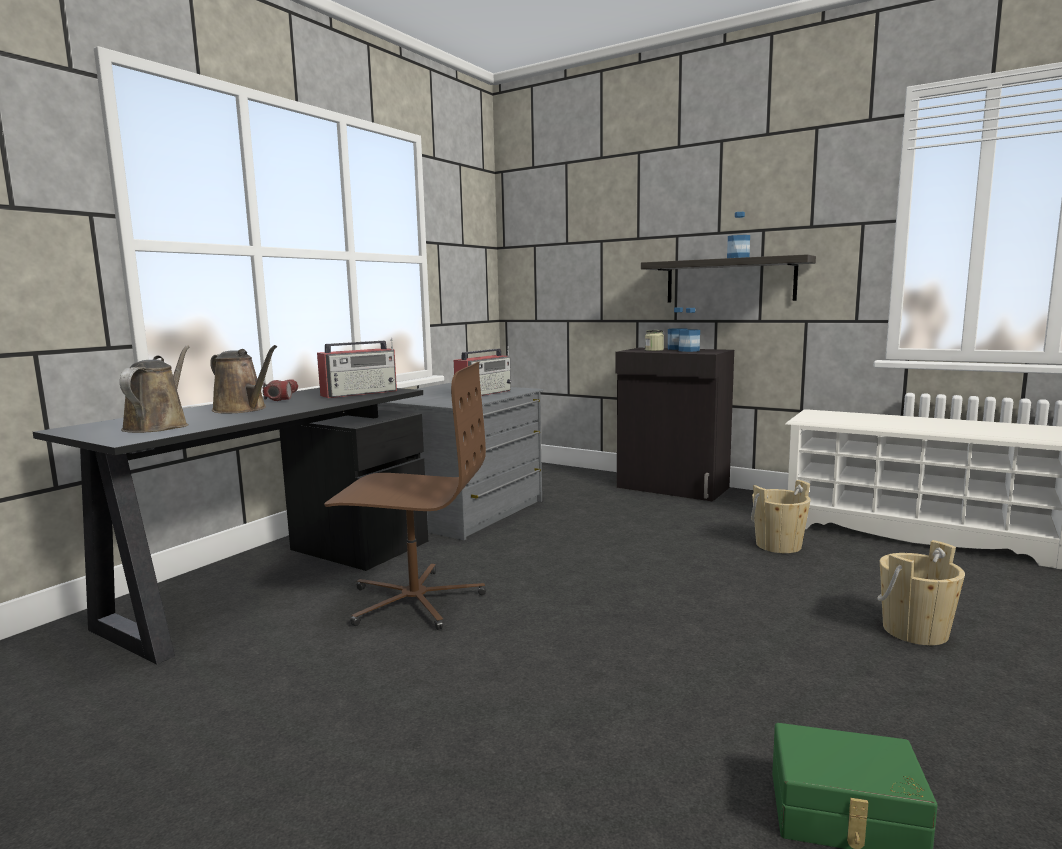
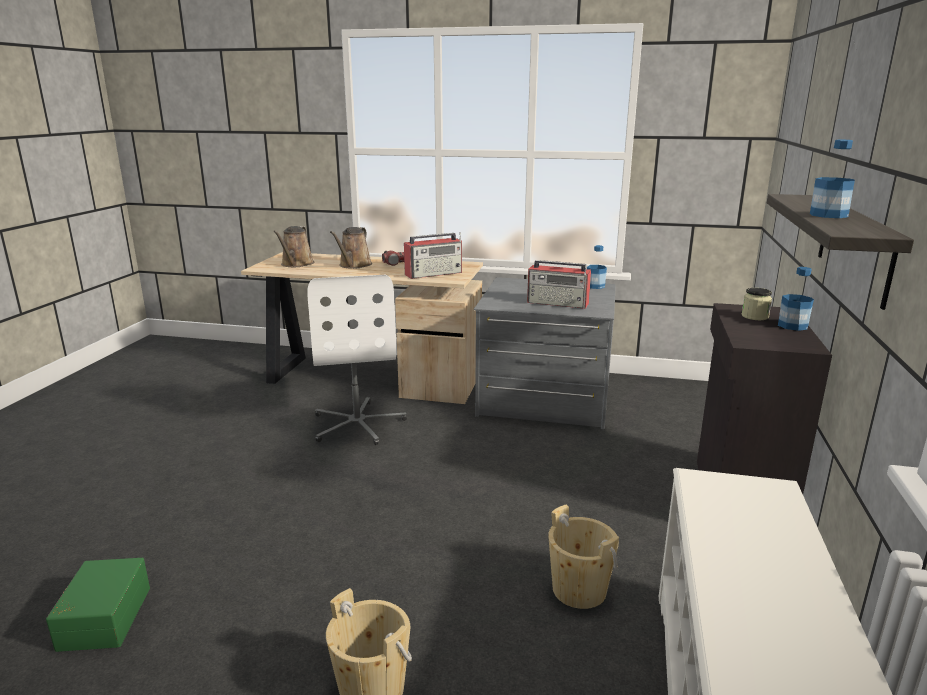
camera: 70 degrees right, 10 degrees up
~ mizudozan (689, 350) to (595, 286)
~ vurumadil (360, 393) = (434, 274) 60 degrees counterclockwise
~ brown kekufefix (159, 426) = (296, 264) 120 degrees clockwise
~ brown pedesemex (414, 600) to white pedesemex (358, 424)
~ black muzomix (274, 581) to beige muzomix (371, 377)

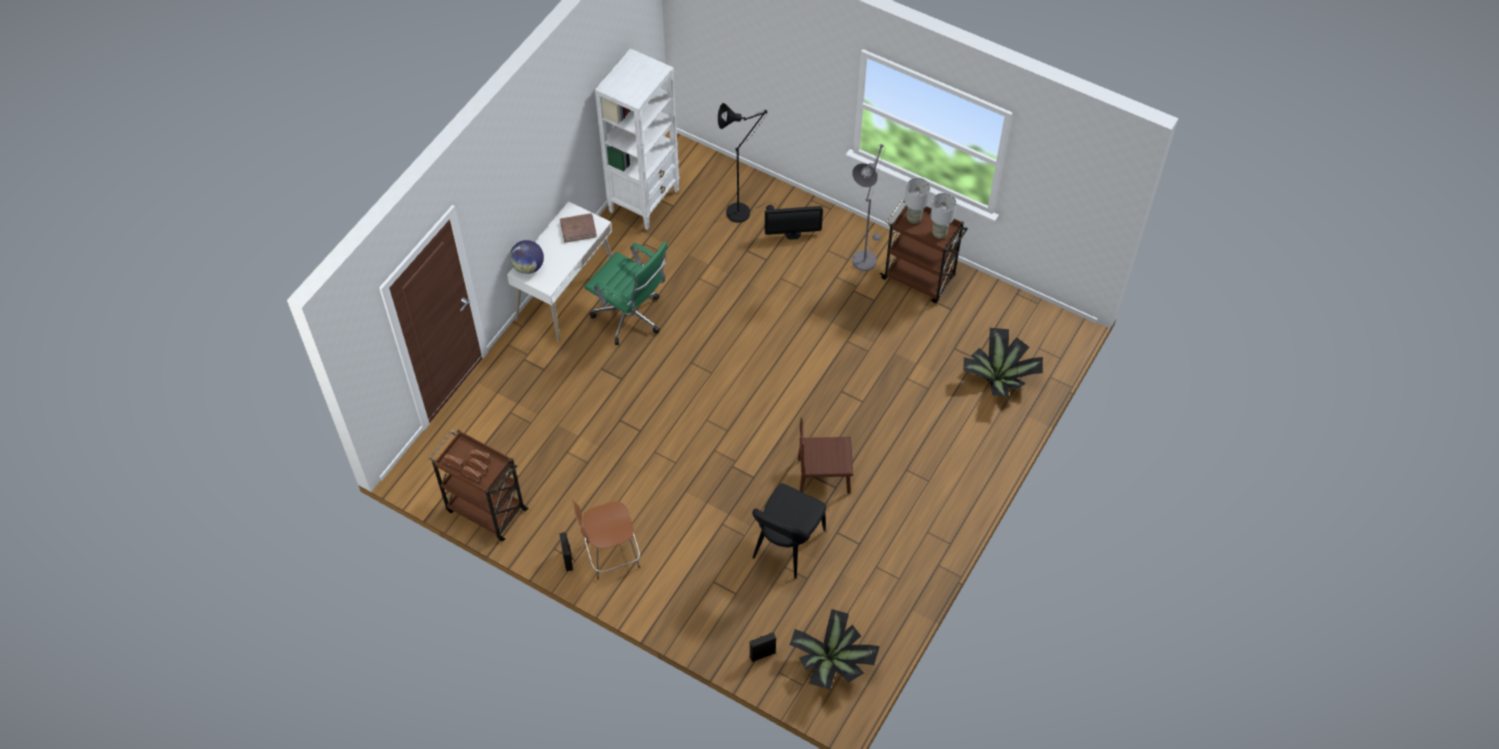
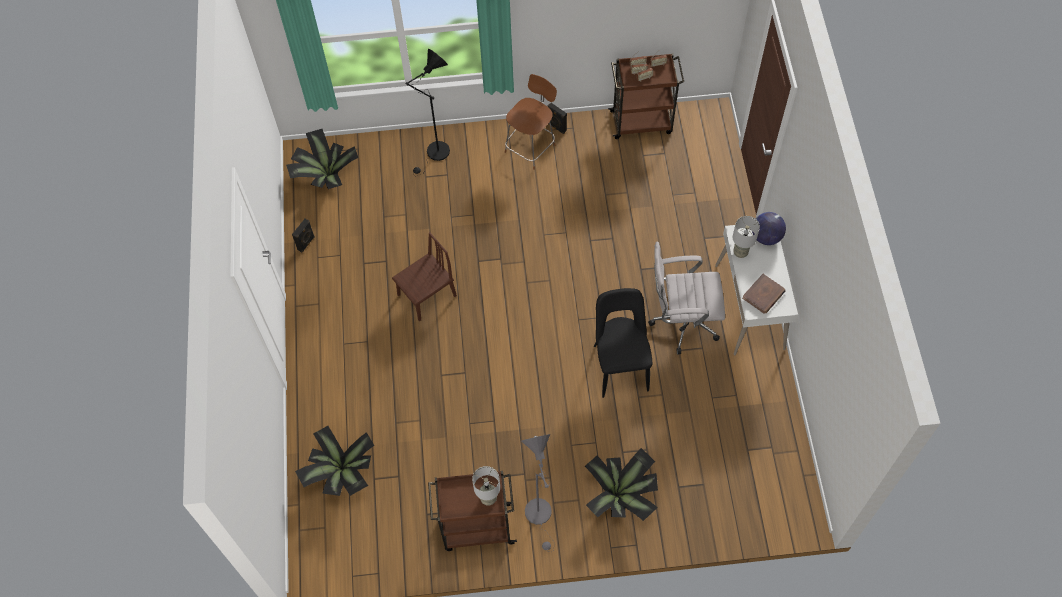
camera: 145 degrees right, 5 degrees up
- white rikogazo (644, 201)
~ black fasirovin (743, 211) to (435, 154)
~ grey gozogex (939, 234) to (740, 252)
~ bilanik (792, 234) to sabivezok (622, 495)
~ green pedesemex (631, 318) to white pedesemex (681, 322)
~ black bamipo (786, 547) to (620, 365)
~ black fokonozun (762, 654) to (306, 243)

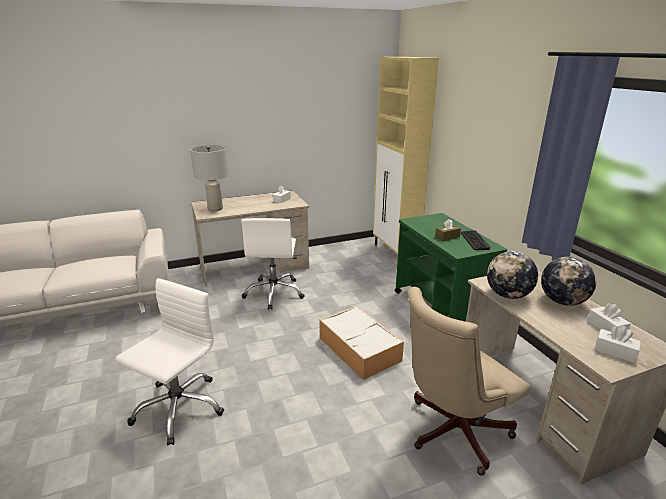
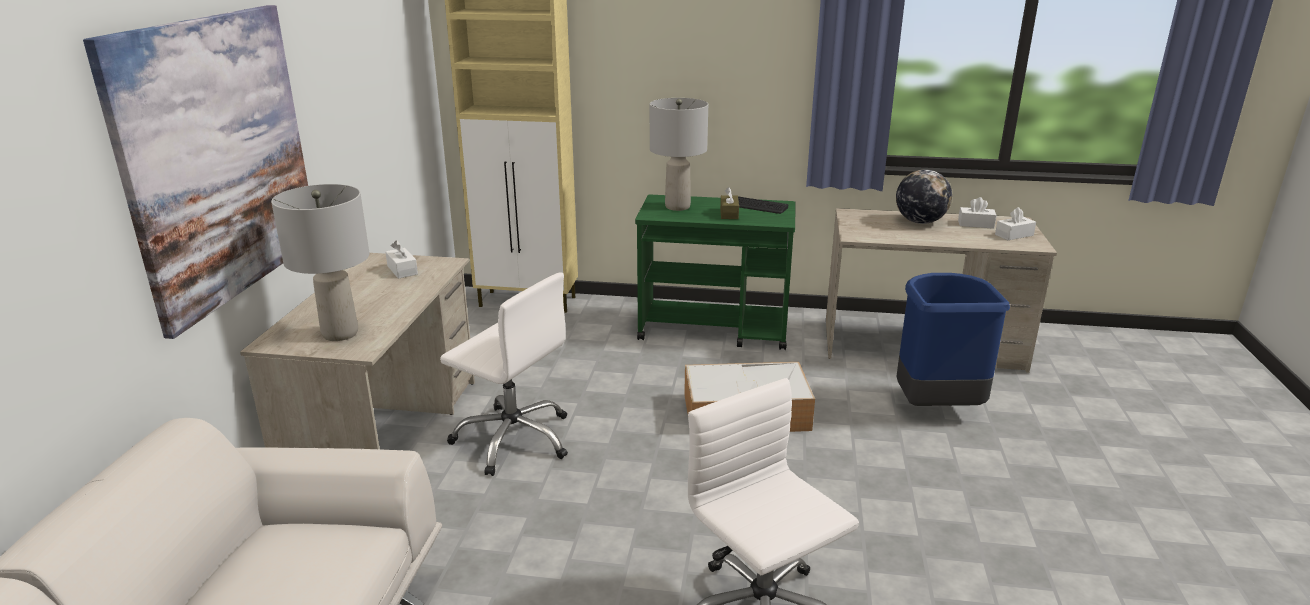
camera: 60 degrees left, 0 degrees up
- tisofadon (508, 295)
~ beige pedesemex (452, 432) to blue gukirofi (935, 407)
+ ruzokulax (219, 159)
+ grey gozogex (677, 206)

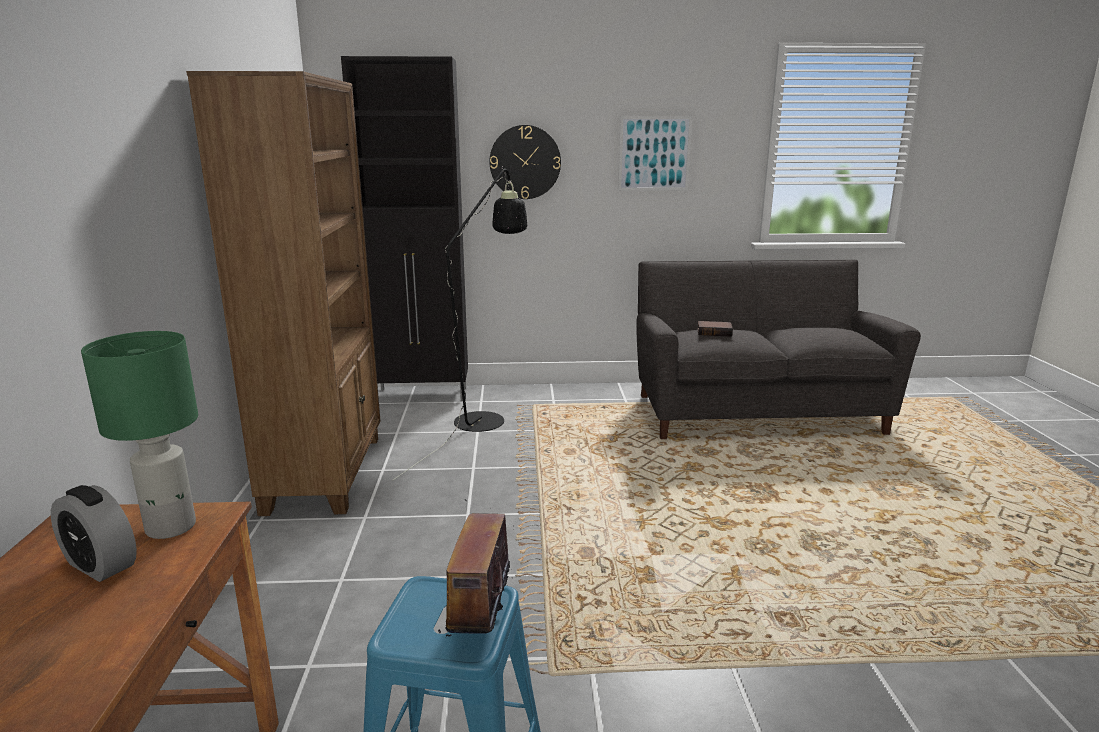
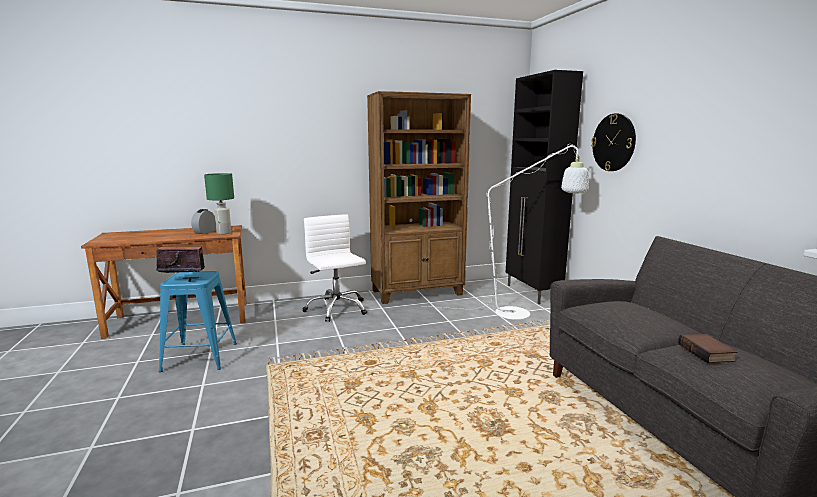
camera: 75 degrees right, 5 degrees down
- ruzokulax (654, 153)
~ black fasirovin (485, 416) to white fasirovin (522, 313)
~ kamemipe (714, 332) to (707, 353)
+ white pedesemex (336, 309)

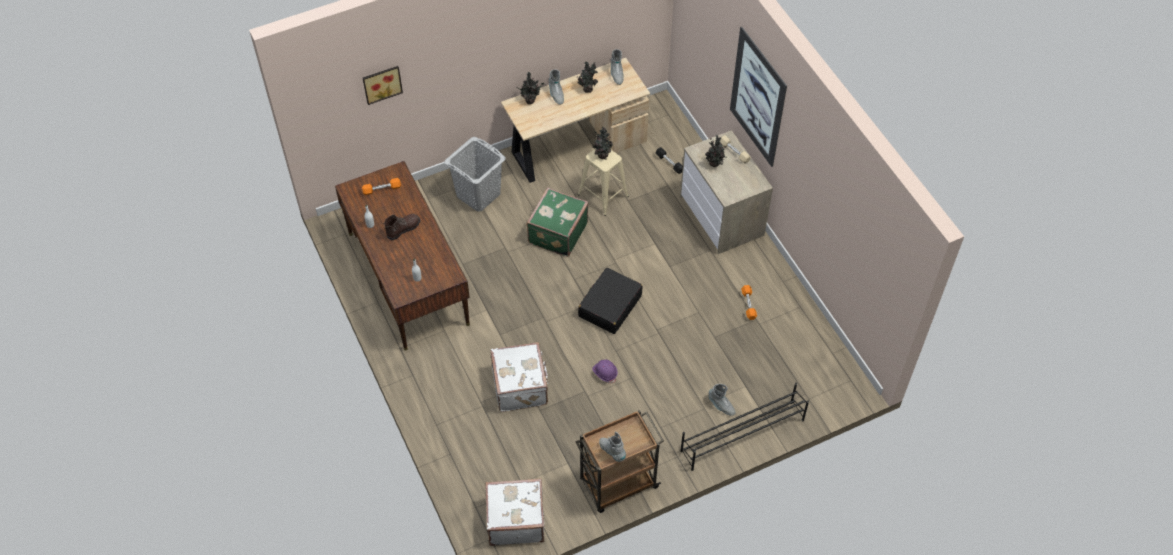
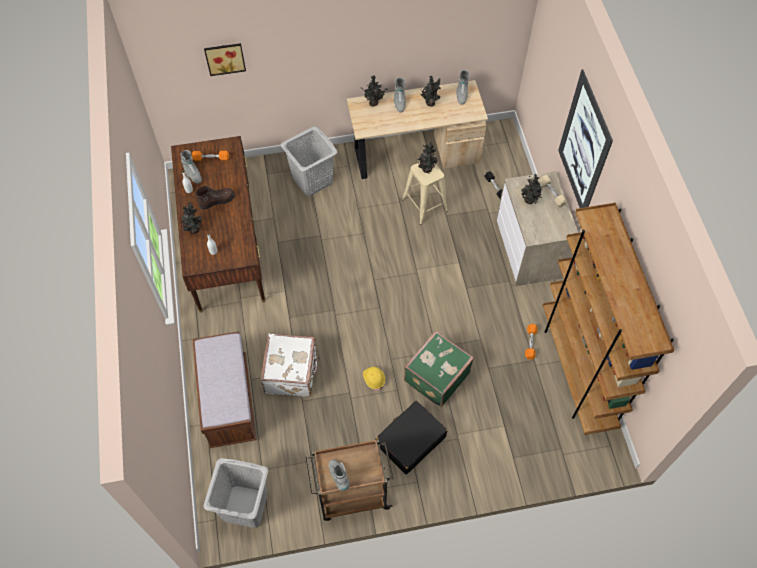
camera: 15 degrees right, 5 degrees up
~ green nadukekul (556, 233) to (435, 376)
~ black nadukekul (609, 306) to (410, 441)
~ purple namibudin (605, 373) to yellow namibudin (374, 379)
- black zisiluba (741, 435)
~ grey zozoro (721, 406) to (192, 174)
~ white nadukekul (515, 520) to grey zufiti (244, 506)
+ sabivezok (193, 229)
+ brown rikogazo (577, 371)
+ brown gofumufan (229, 401)

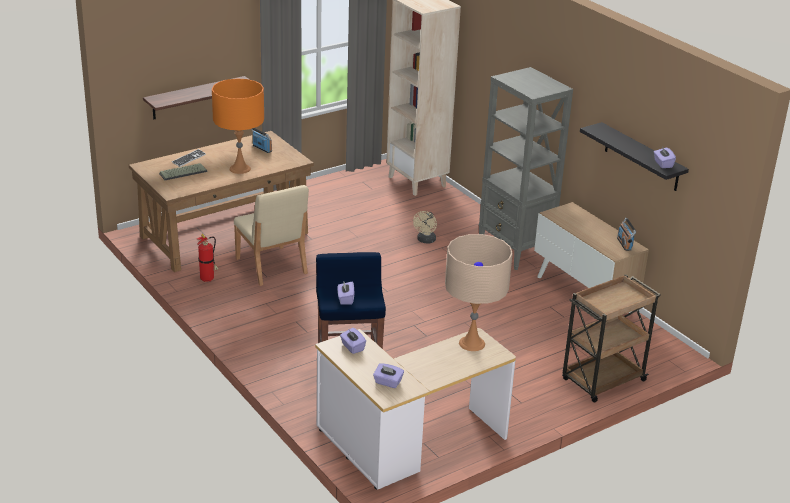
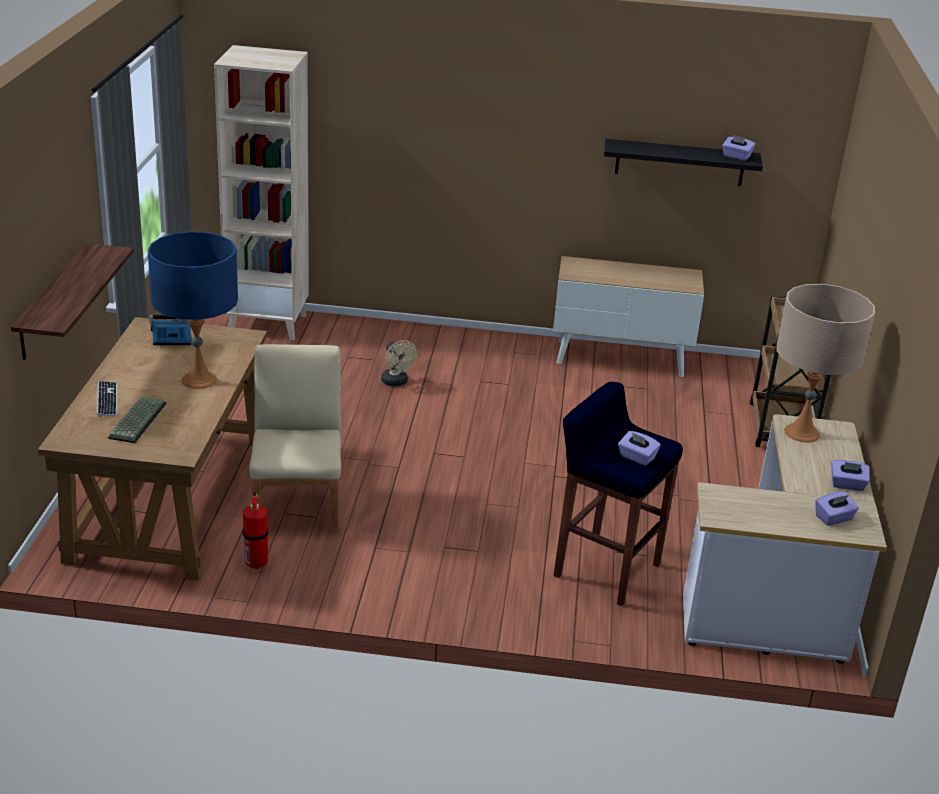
camera: 50 degrees left, 0 degrees up
- grey rikogazo (515, 251)
~ orange gozogex (240, 169) to blue gozogex (199, 380)
~ beige bamipo (271, 266) = (298, 502) 105 degrees counterclockwise
- vurumadil (624, 244)
~ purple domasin (352, 347) to (847, 485)

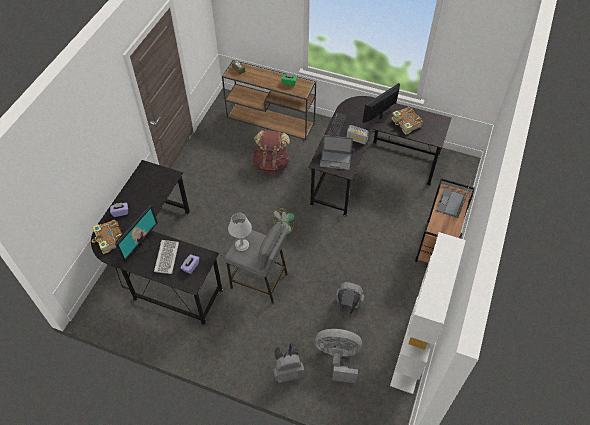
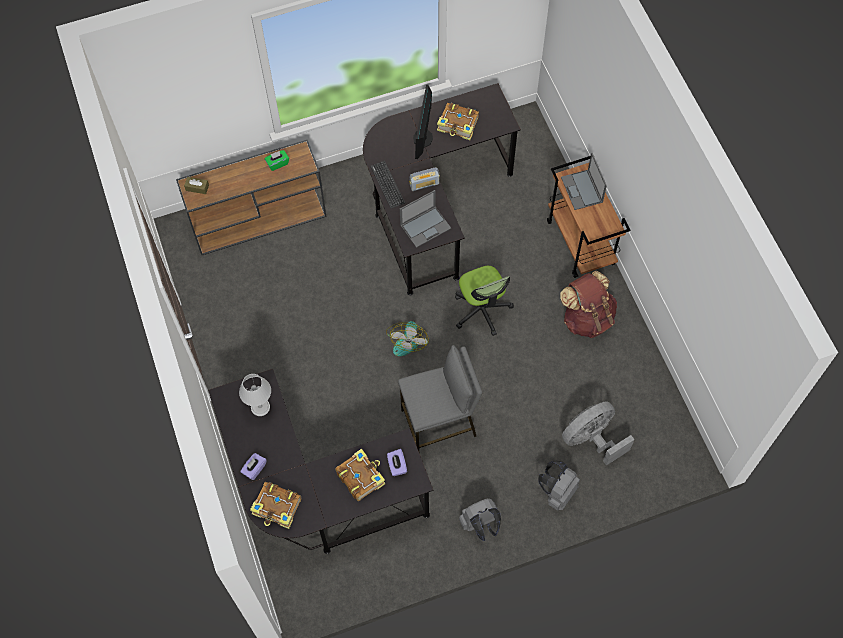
camera: 40 degrees left, 10 degrees up
~ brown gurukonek (271, 164) to (587, 318)
- bilanik (141, 245)
~ grey gozogex (242, 245) to (260, 407)
- white rikogazo (412, 353)
~ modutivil (166, 257) to kamemipe (360, 477)
~ grey gurukonek (348, 305) to (480, 524)
+ pedesemex (482, 310)

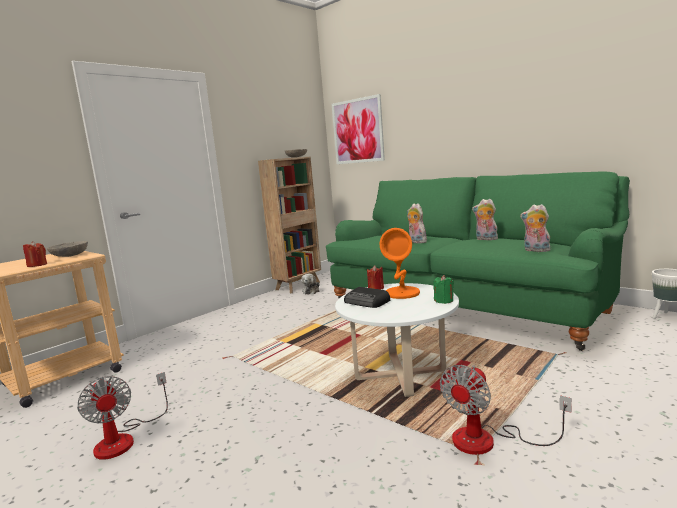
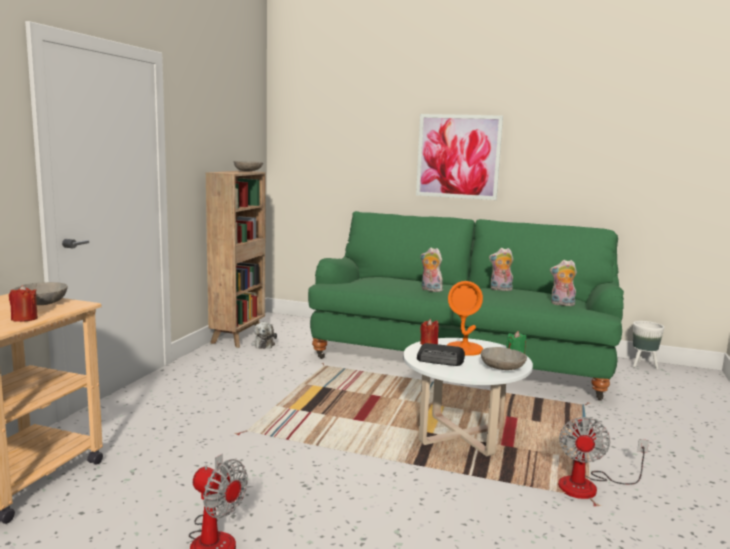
camera: 25 degrees left, 0 degrees up
~ ruzokulax (357, 131) to (458, 156)
+ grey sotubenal (502, 368)

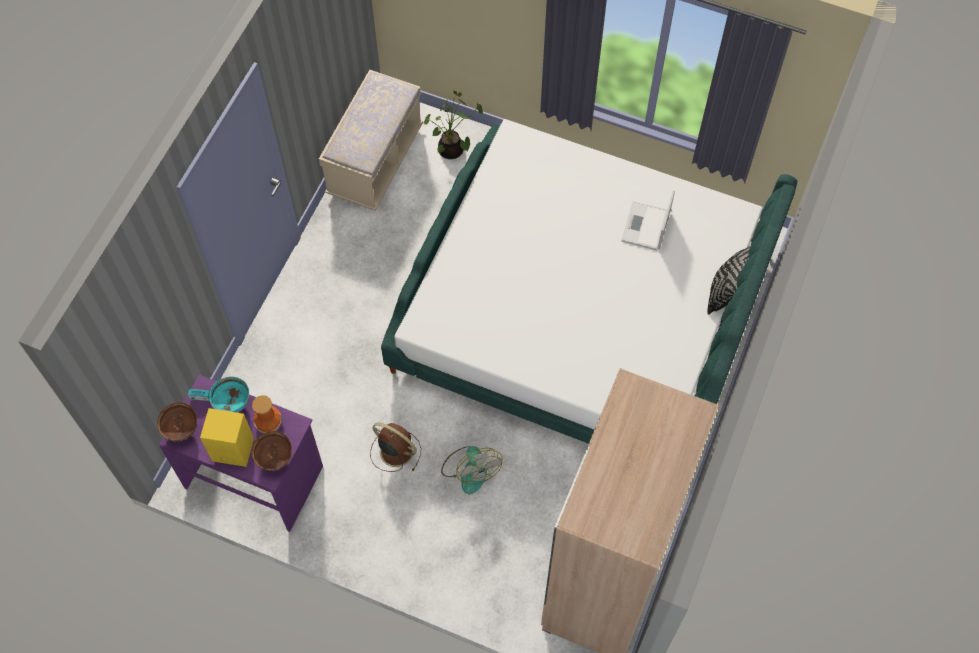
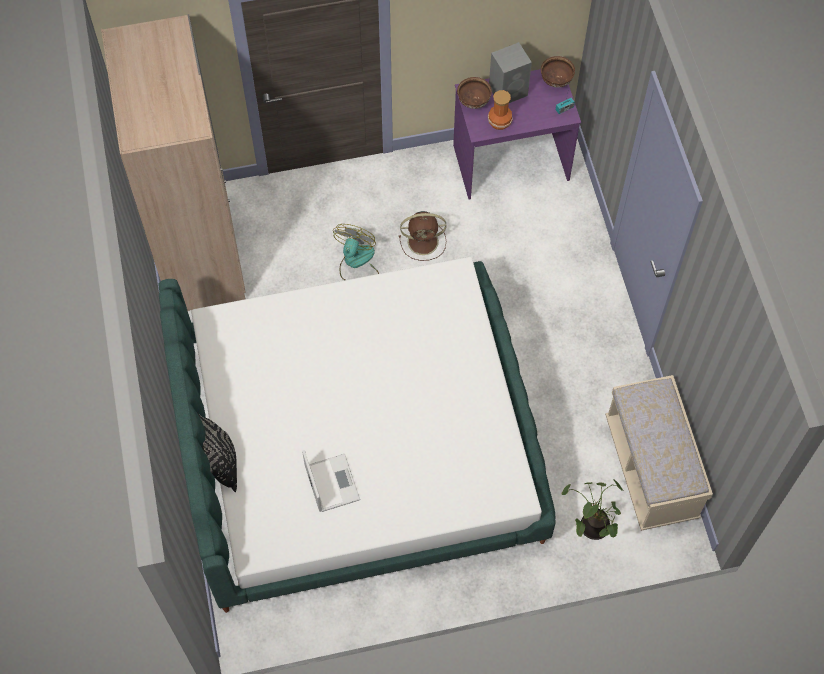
camera: 145 degrees right, 0 degrees up
- turquoise sotubenal (232, 403)
~ yellow fokonozun (232, 449) to grey fokonozun (509, 90)
~ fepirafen (470, 470) = (356, 262) 75 degrees clockwise

